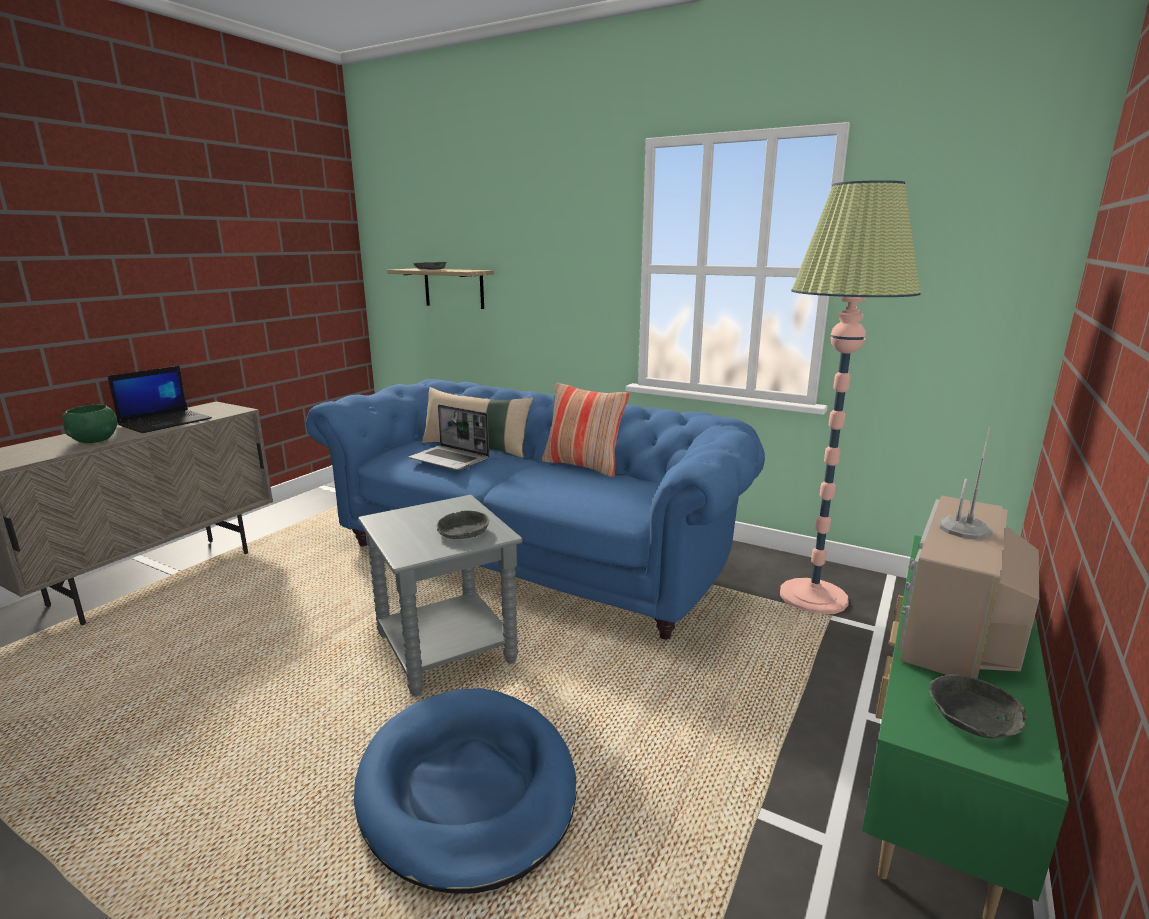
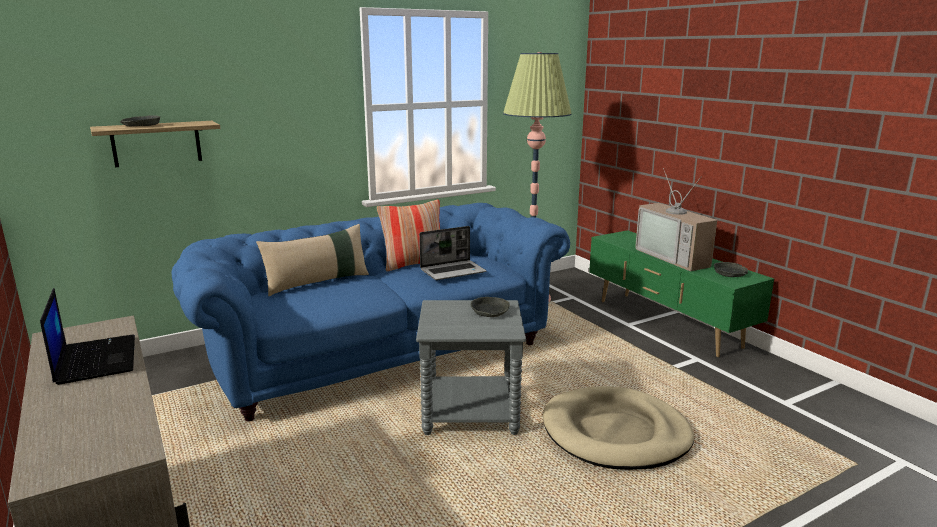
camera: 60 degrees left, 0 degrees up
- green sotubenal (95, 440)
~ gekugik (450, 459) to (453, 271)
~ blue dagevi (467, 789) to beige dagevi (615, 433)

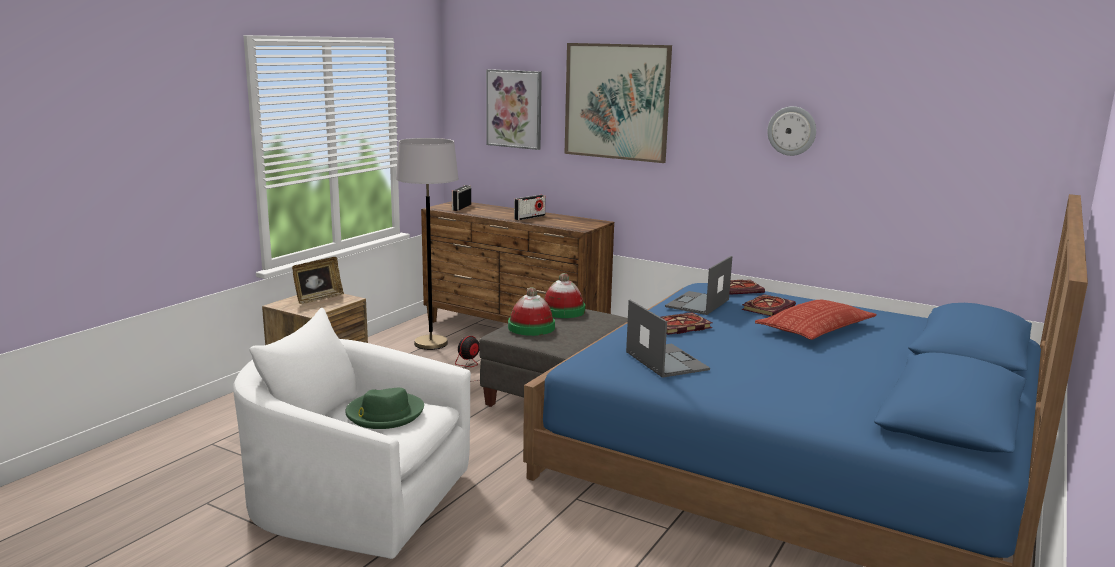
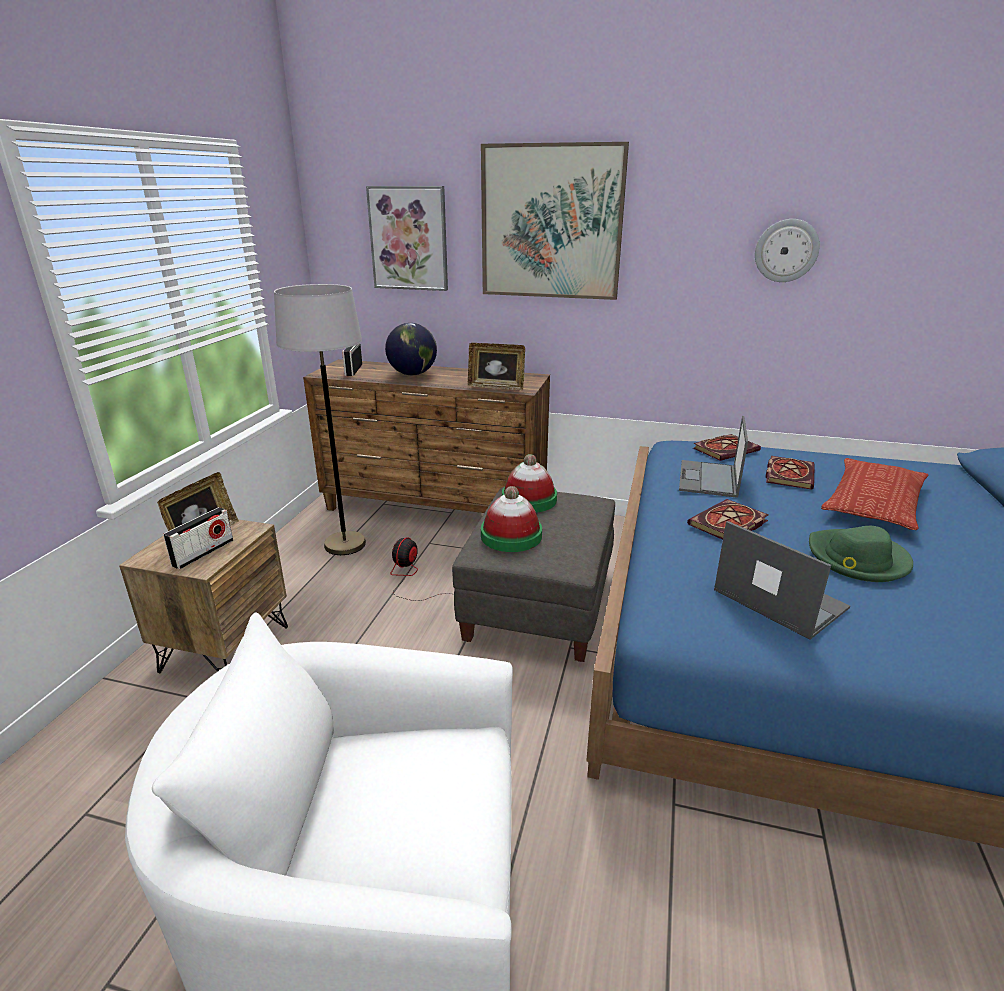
camera: 15 degrees left, 10 degrees up
~ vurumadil (529, 217) to (203, 553)
~ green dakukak (384, 414) to (857, 559)
+ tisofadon (412, 374)
+ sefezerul (496, 387)

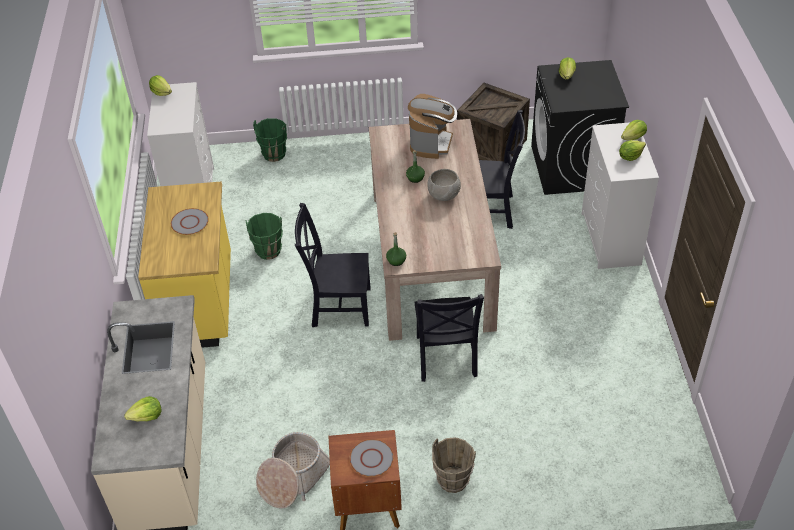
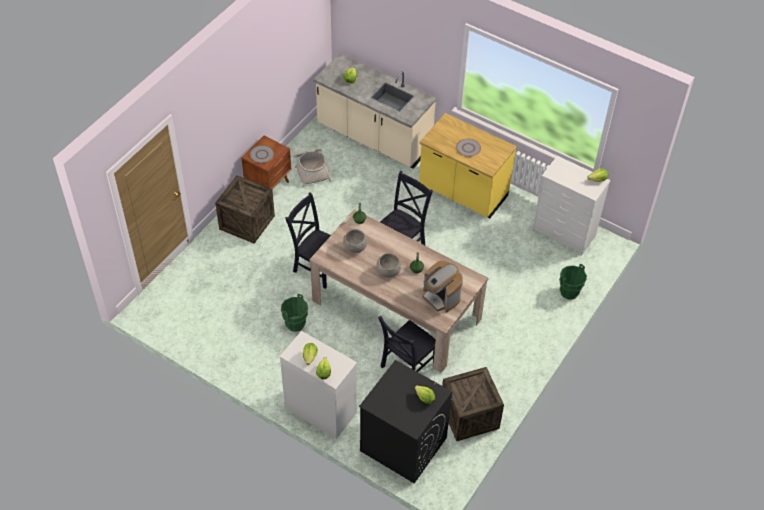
camera: 125 degrees right, 5 degrees up
~ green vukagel (268, 250) to (295, 324)
~ brown vukagel (453, 480) to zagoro (247, 222)
+ grey sotubenal (355, 247)

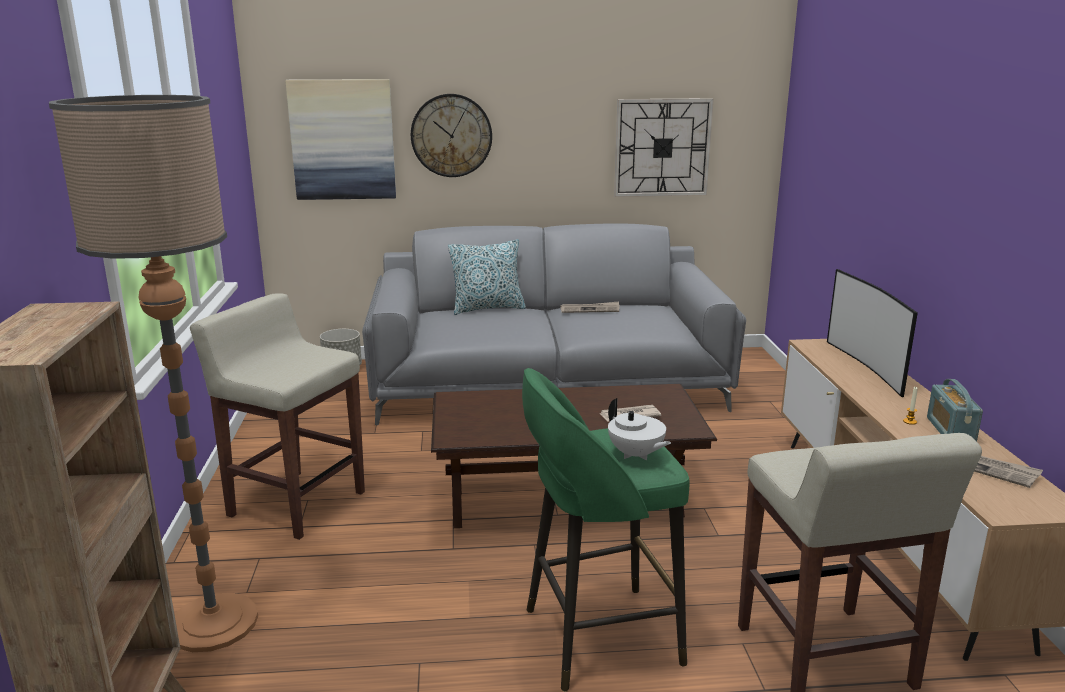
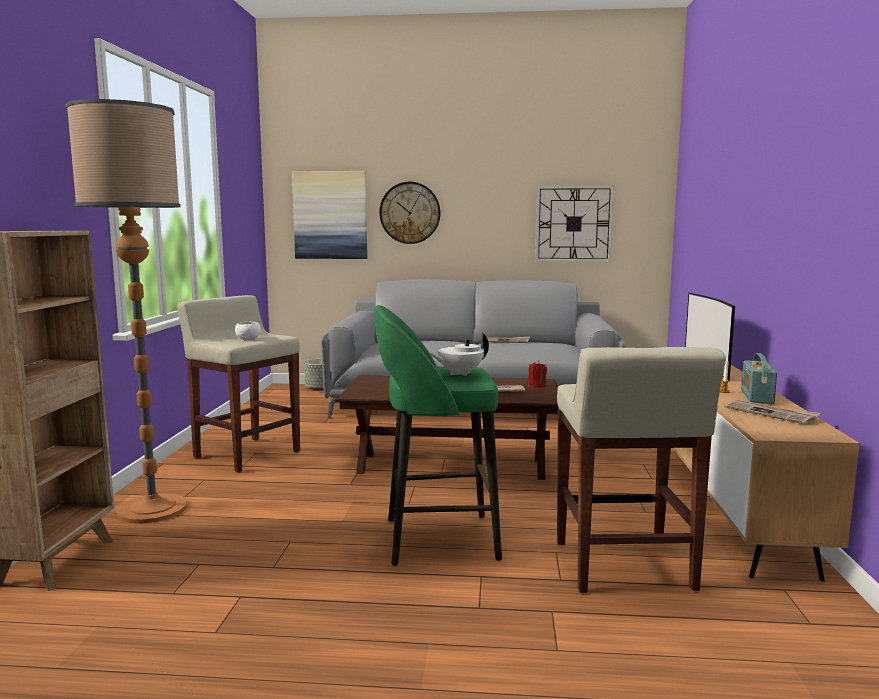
camera: 10 degrees right, 10 degrees down
- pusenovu (487, 308)
~ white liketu (636, 455) = (459, 374) 90 degrees clockwise
+ white sotubenal (248, 340)
+ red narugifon (537, 385)

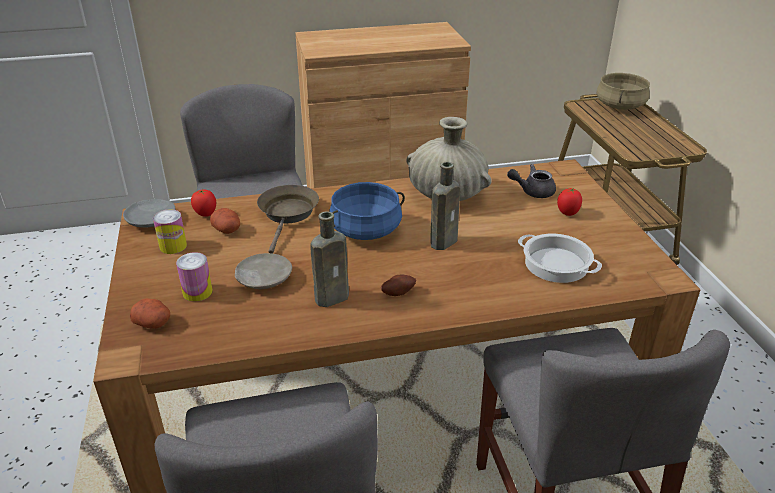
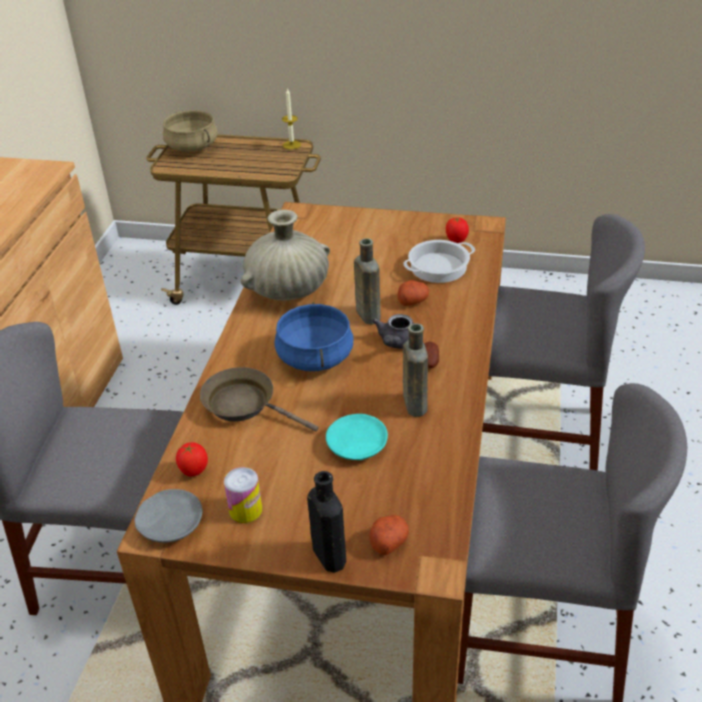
camera: 65 degrees left, 5 degrees up
~ grey liketu (532, 191) to (396, 343)
~ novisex (567, 213) to (456, 241)
~ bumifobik (227, 230) to (412, 300)
- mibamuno (197, 292)
~ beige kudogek (264, 279) to turquoise kudogek (356, 445)
+ narugifon (292, 145)
+ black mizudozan (327, 554)

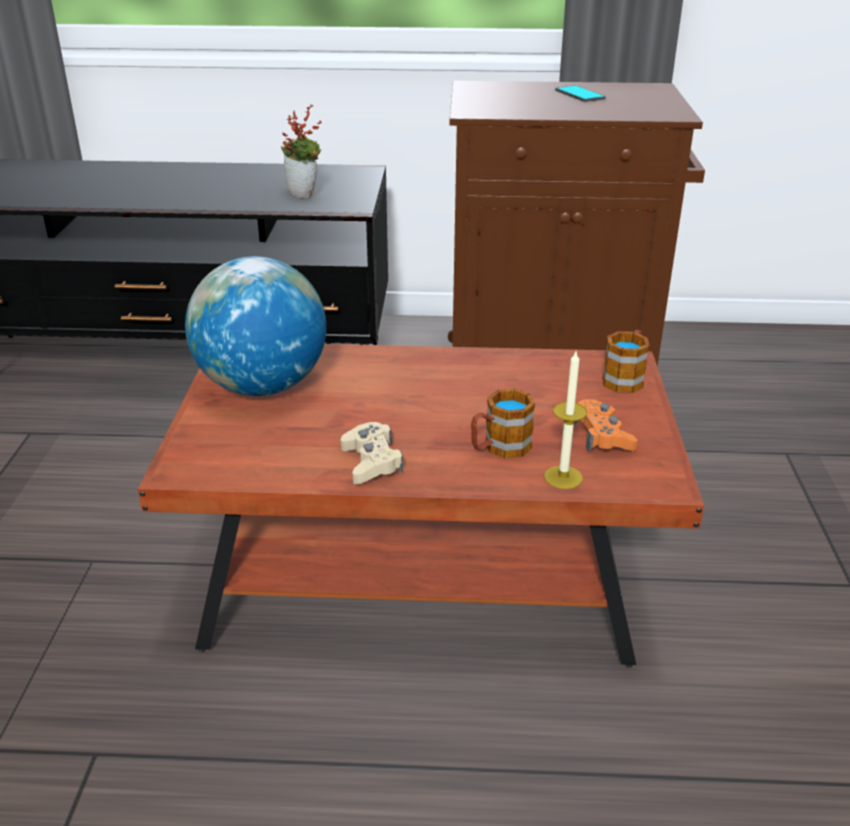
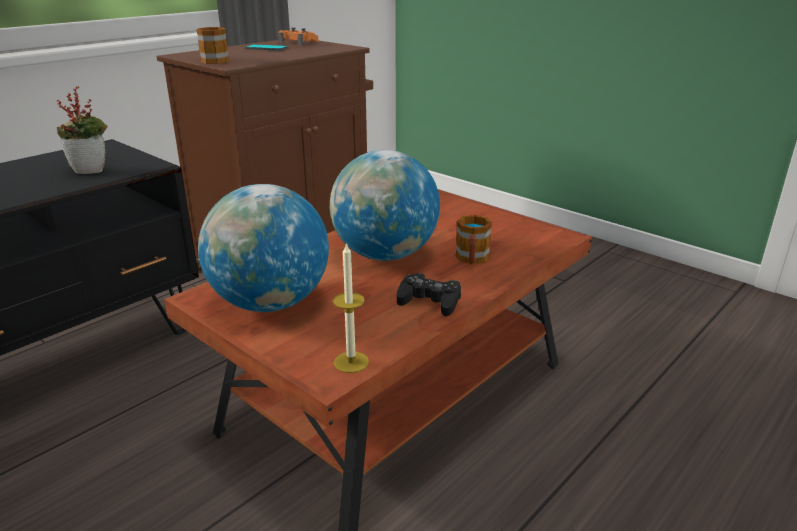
camera: 50 degrees left, 5 degrees down
~ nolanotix (625, 378) to (214, 60)
~ narugifon (563, 477) to (351, 362)
~ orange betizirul (601, 435) to (297, 43)
~ beige betizirul (371, 461) to black betizirul (429, 301)
+ tisofadon (385, 255)

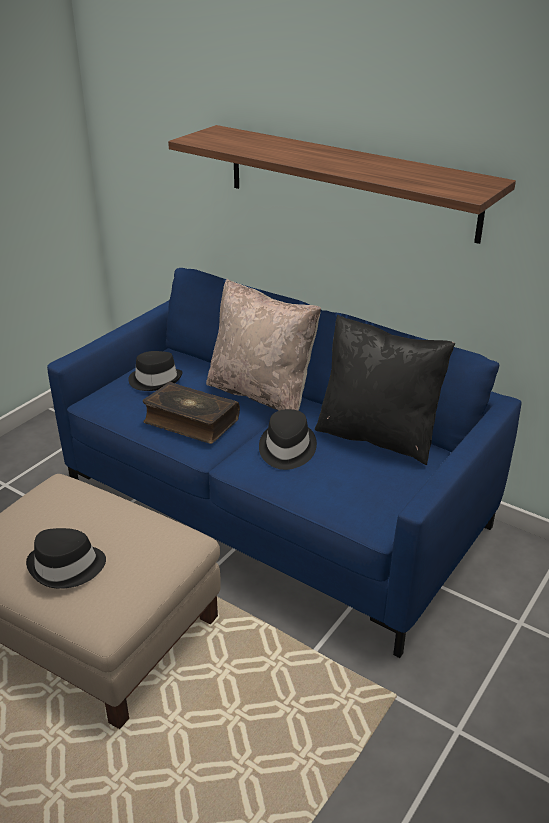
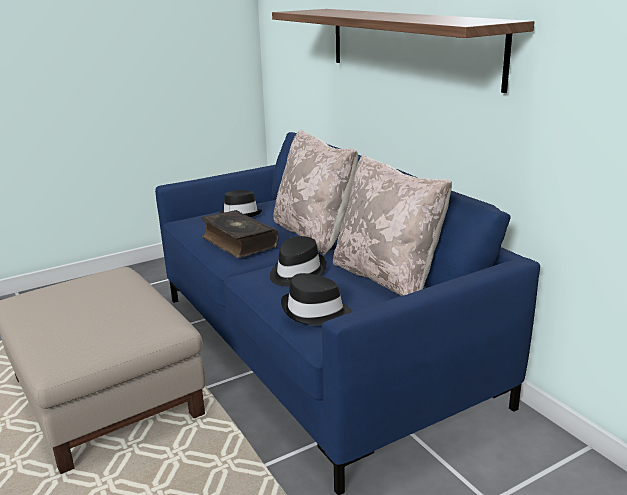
camera: 25 degrees right, 10 degrees down
~ black pusenovu (377, 436) to beige pusenovu (387, 278)
~ black dakukak (66, 567) to (315, 312)

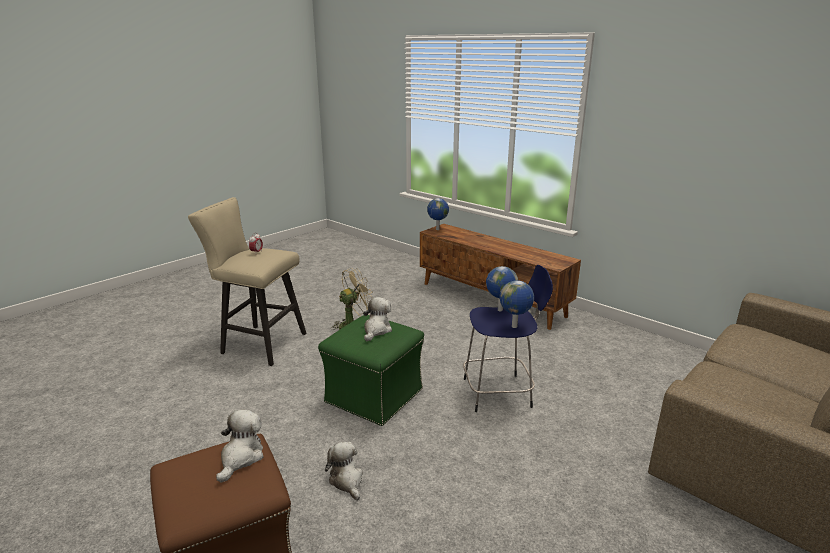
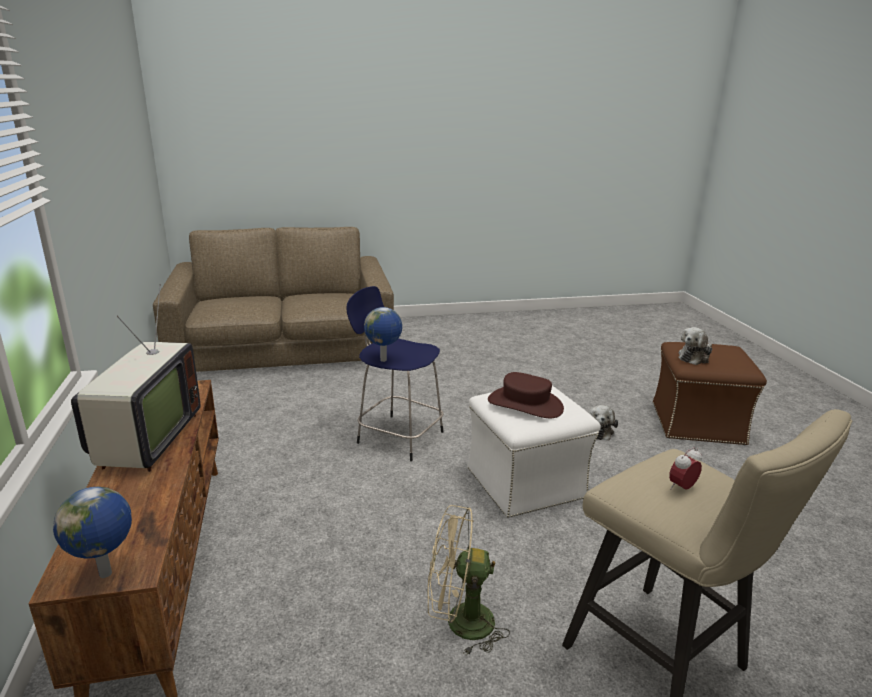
camera: 145 degrees left, 0 degrees up
- tisofadon (515, 327)
~ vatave (376, 330) to brown dakukak (525, 404)
~ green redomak (373, 396) to white redomak (526, 483)
+ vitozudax (145, 441)

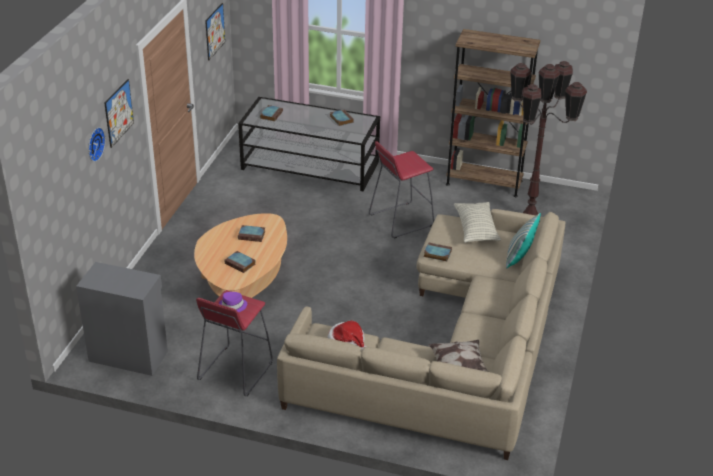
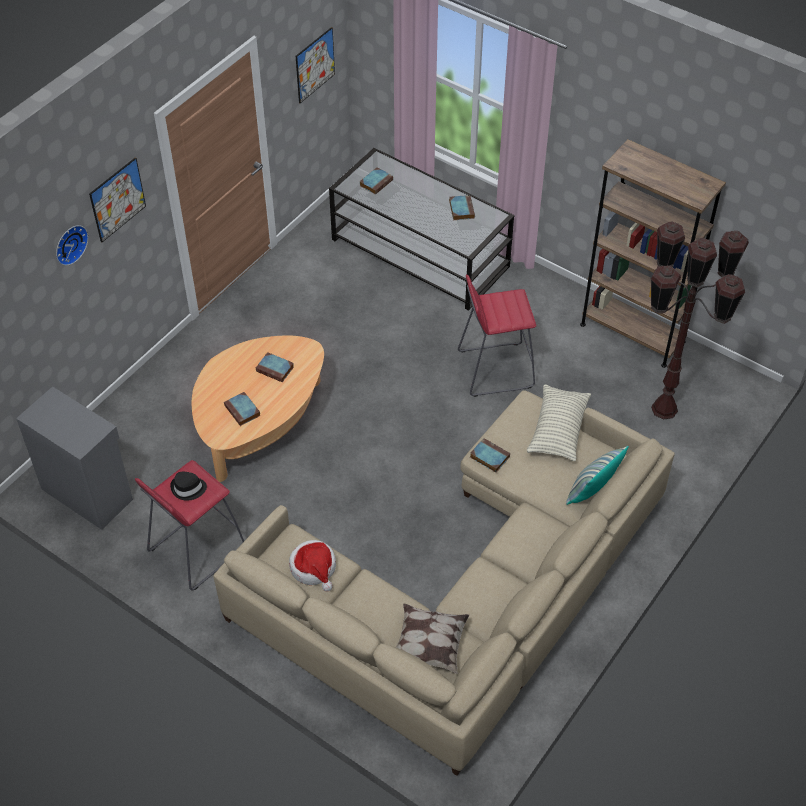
camera: 20 degrees right, 15 degrees up
~ purple dakukak (233, 306) to black dakukak (188, 488)

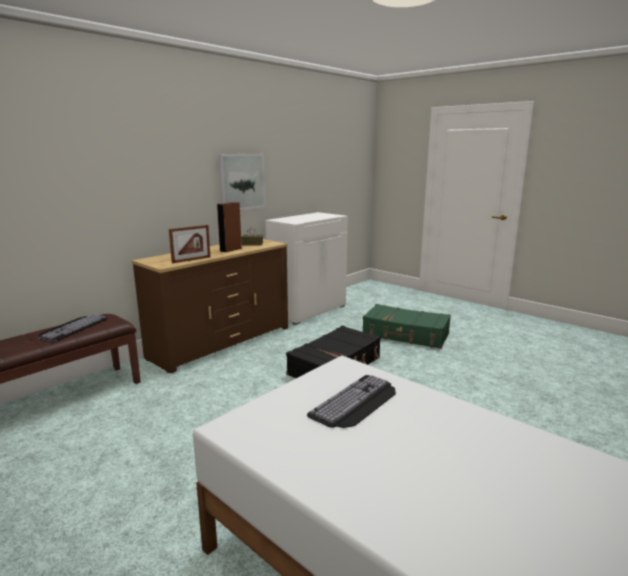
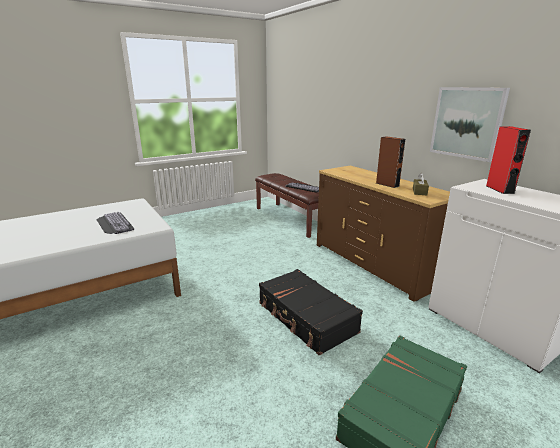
camera: 105 degrees right, 5 degrees up
- sefezerul (191, 260)
+ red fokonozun (499, 189)

